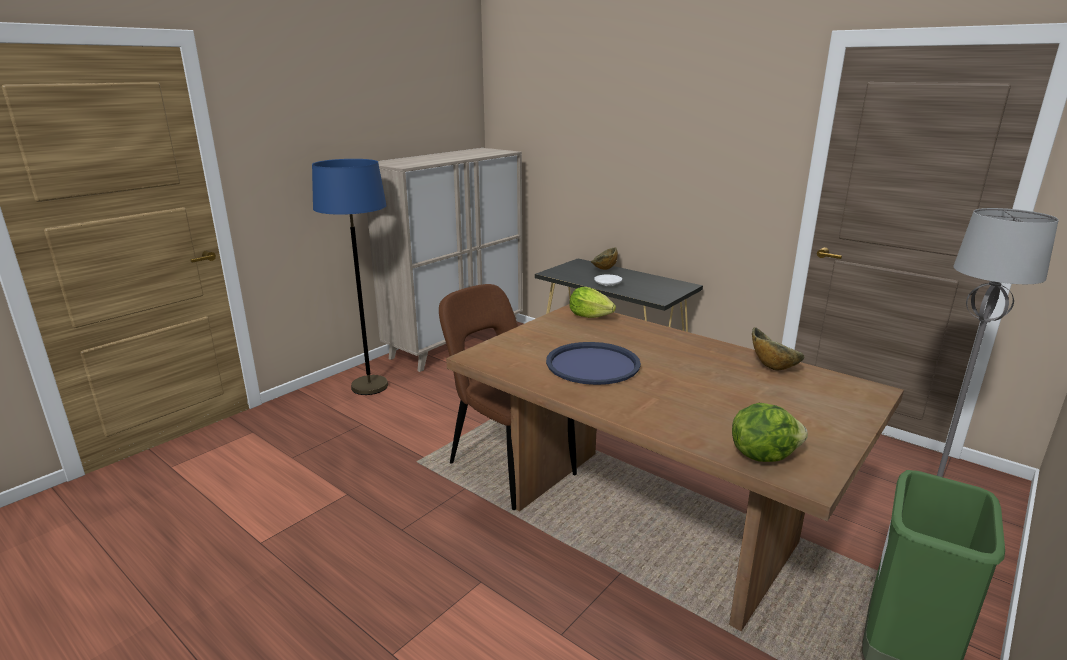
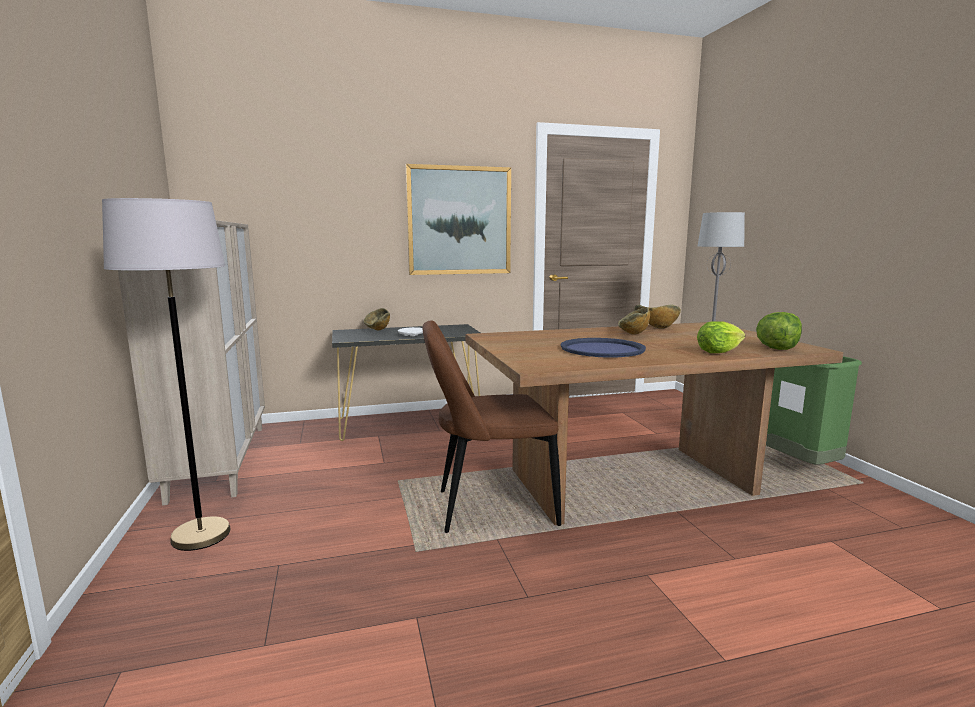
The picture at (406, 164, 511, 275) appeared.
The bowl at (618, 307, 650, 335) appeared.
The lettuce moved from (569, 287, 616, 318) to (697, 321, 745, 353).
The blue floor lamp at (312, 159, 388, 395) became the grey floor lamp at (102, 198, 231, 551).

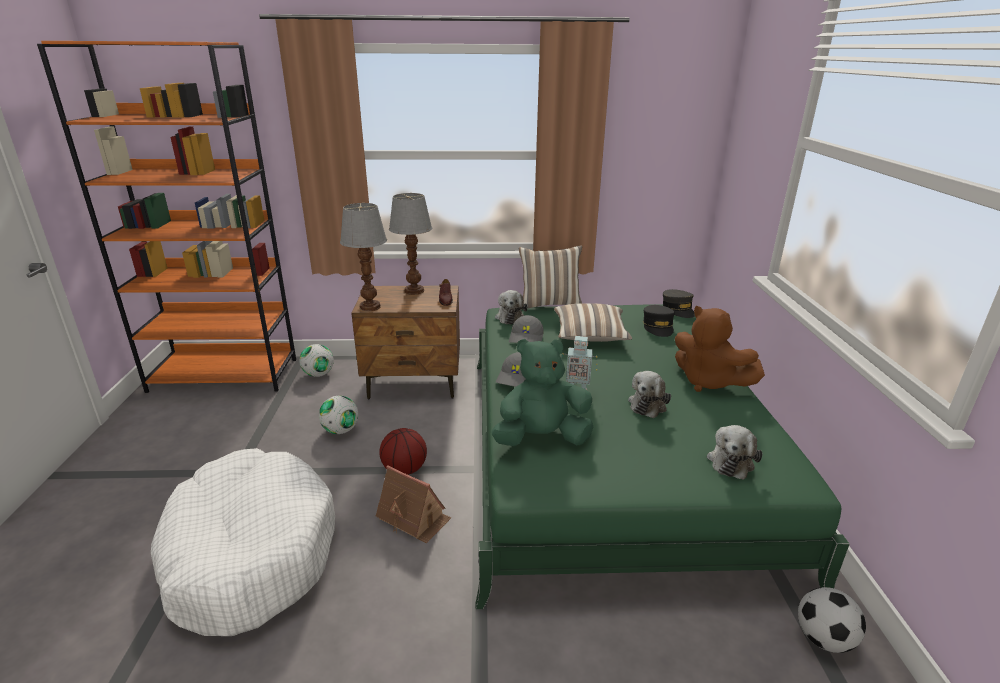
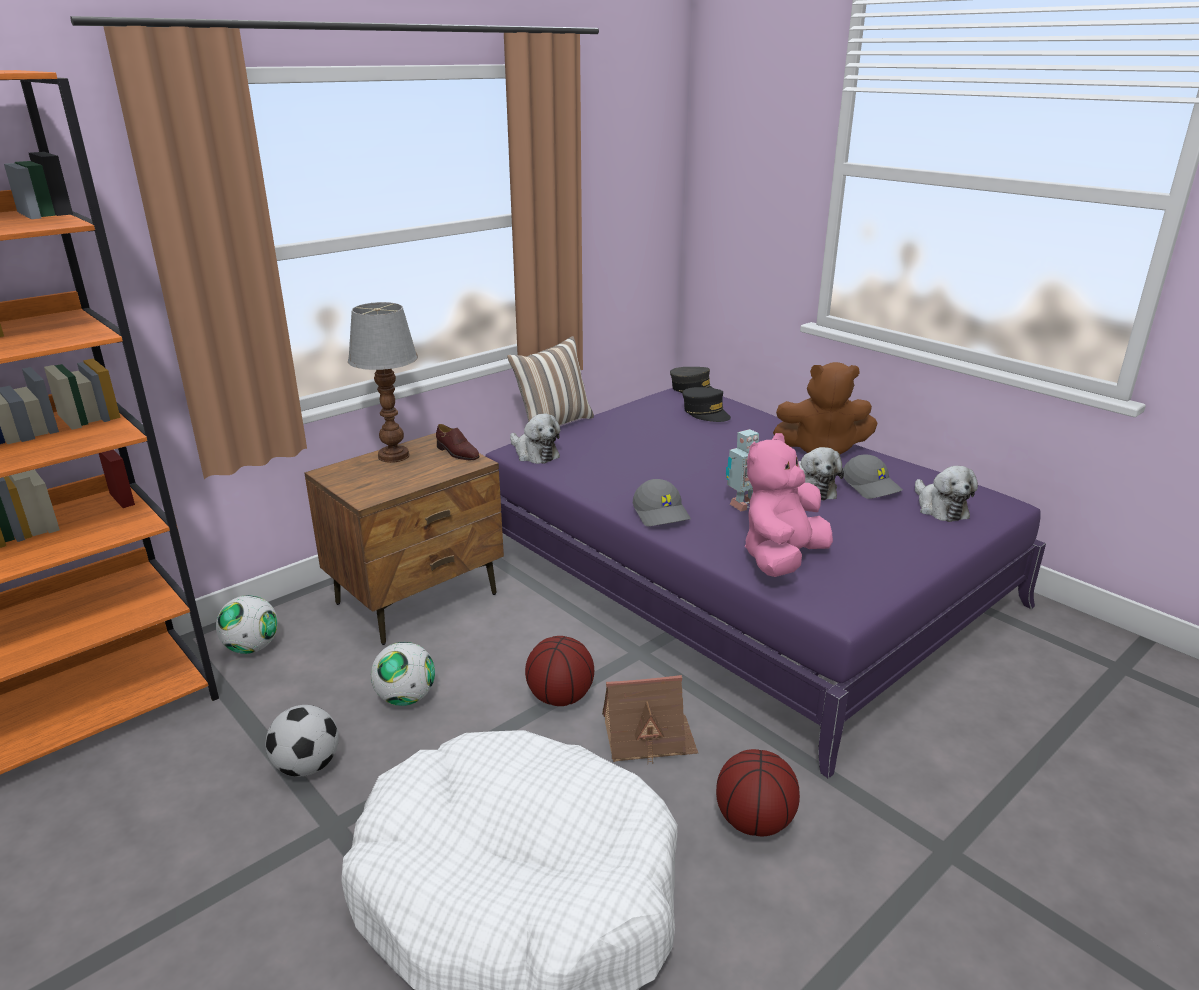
The table lamp at (340, 203, 387, 311) disappeared.
The pillow at (554, 303, 632, 342) disappeared.
The basketball at (716, 749, 800, 836) appeared.
The grey cap moved from (509, 315, 544, 343) to (843, 455, 903, 499).
The football moved from (798, 587, 866, 653) to (265, 705, 339, 777).
The green bed at (475, 304, 850, 610) became the purple bed at (485, 388, 1046, 779).
The green plush toy at (491, 339, 593, 447) became the pink plush toy at (745, 433, 833, 577).

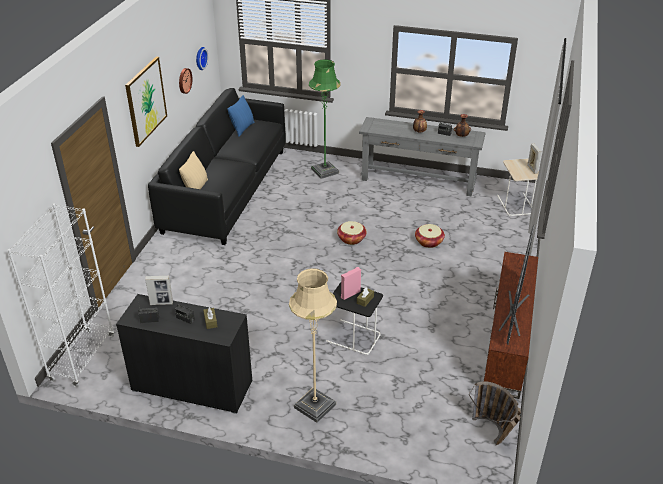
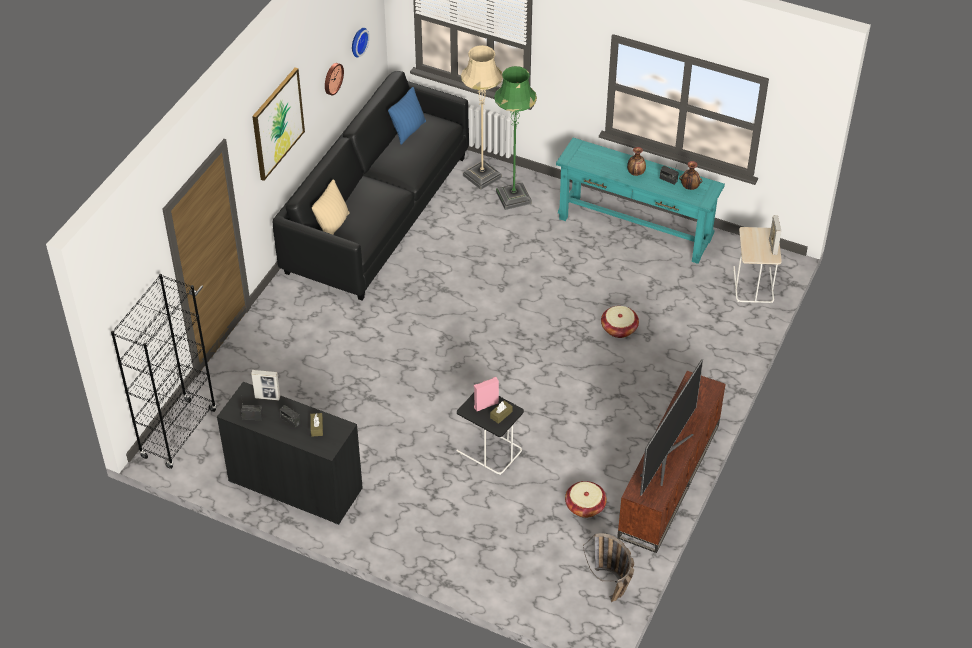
The beige floor lamp moved from (289, 268, 337, 423) to (461, 45, 503, 190).
The basket moved from (337, 221, 367, 245) to (565, 481, 607, 518).
The white bookcase at (8, 203, 114, 387) became the black bookcase at (111, 274, 216, 469).
The grey console table at (359, 117, 486, 196) became the turquoise console table at (556, 138, 725, 264).

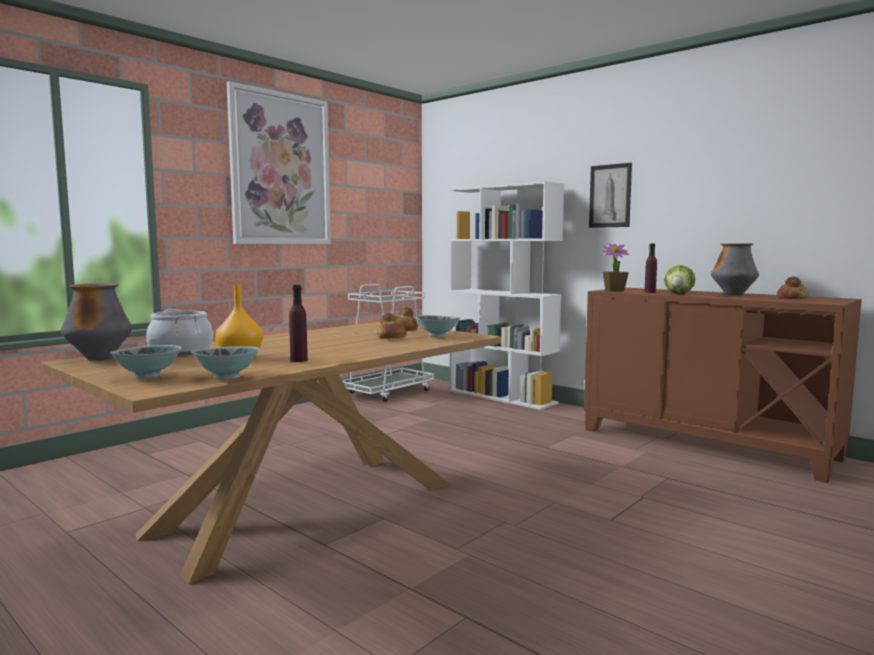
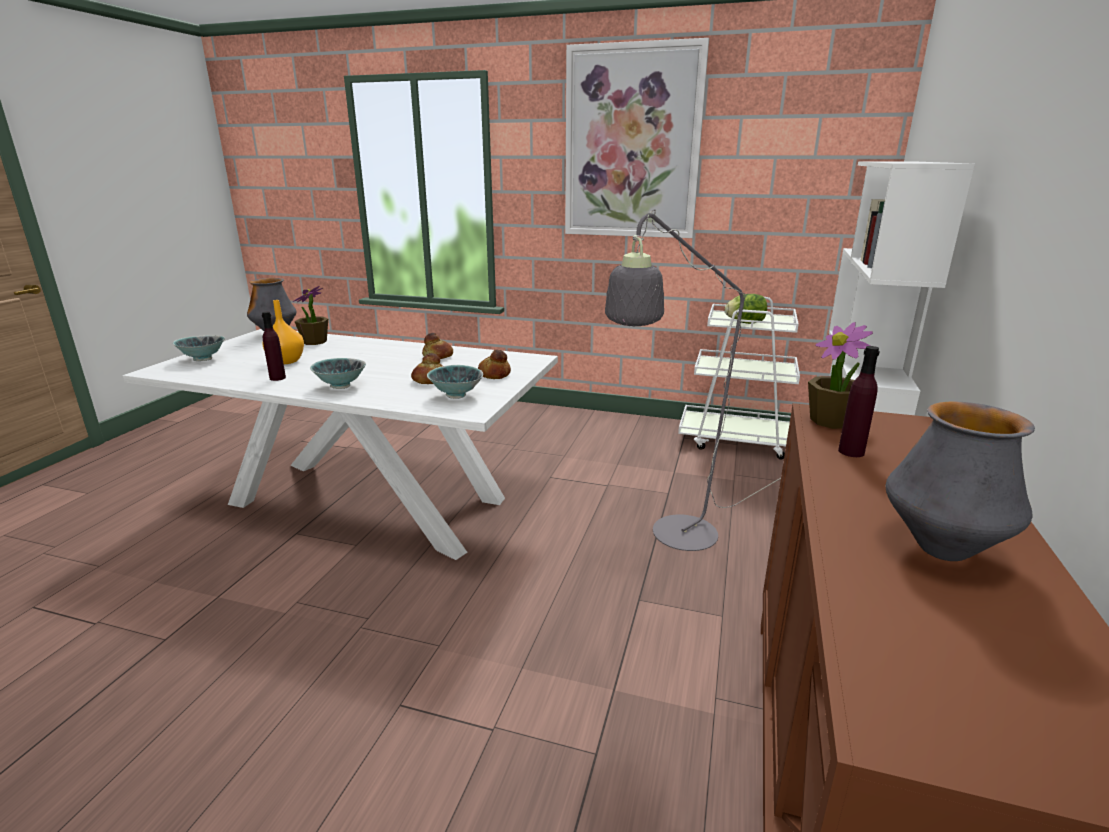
The picture at (589, 163, 632, 228) disappeared.
The grey floor lamp at (605, 210, 781, 551) appeared.
The bowl moved from (192, 346, 259, 379) to (310, 358, 366, 389).
The lettuce moved from (664, 265, 695, 294) to (725, 294, 767, 324).
The bread moved from (777, 276, 809, 299) to (422, 333, 453, 359).
The cooking pot at (146, 309, 213, 355) was replaced by the potted plant at (293, 286, 328, 345).
The brown dining table at (41, 322, 501, 584) became the white dining table at (123, 329, 558, 560).

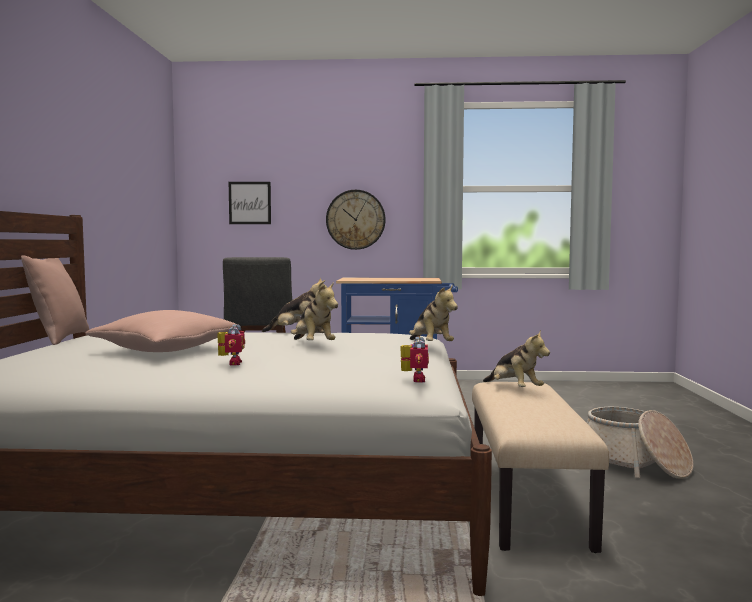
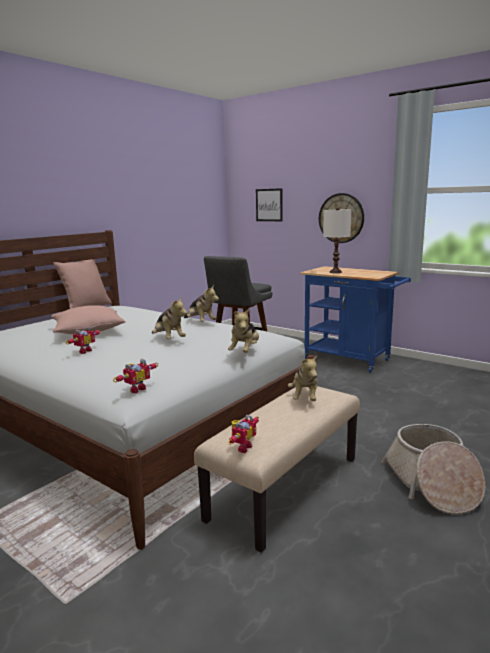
The toy robot at (228, 415, 259, 453) appeared.
The white table lamp at (323, 207, 351, 273) appeared.
The plush toy at (291, 282, 338, 340) turned 45 degrees counterclockwise.

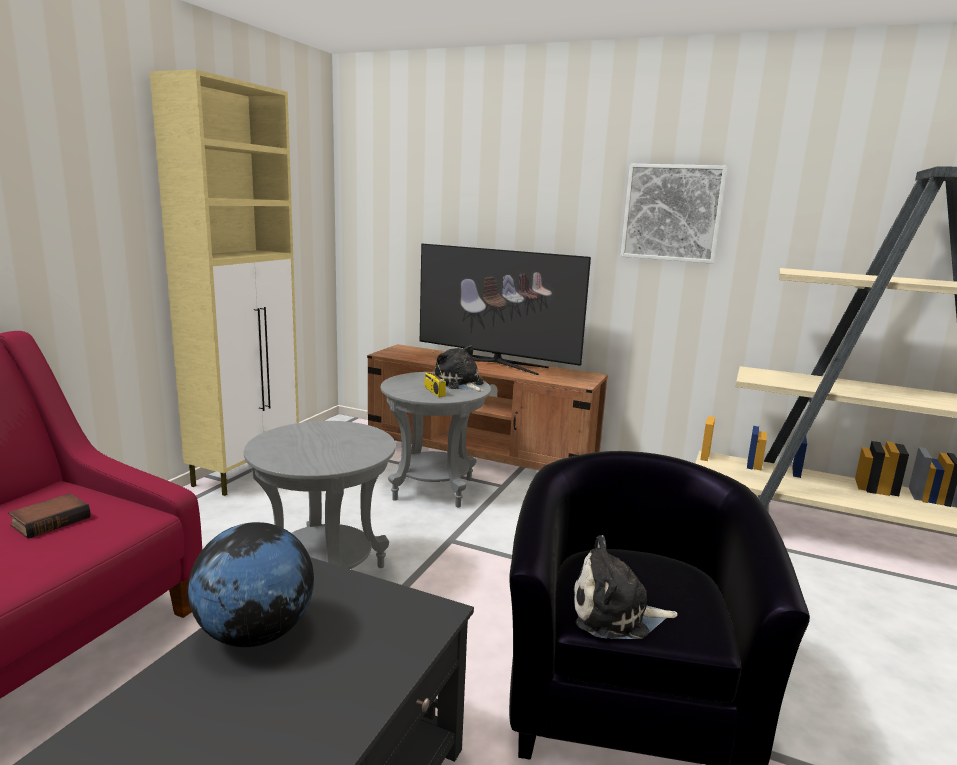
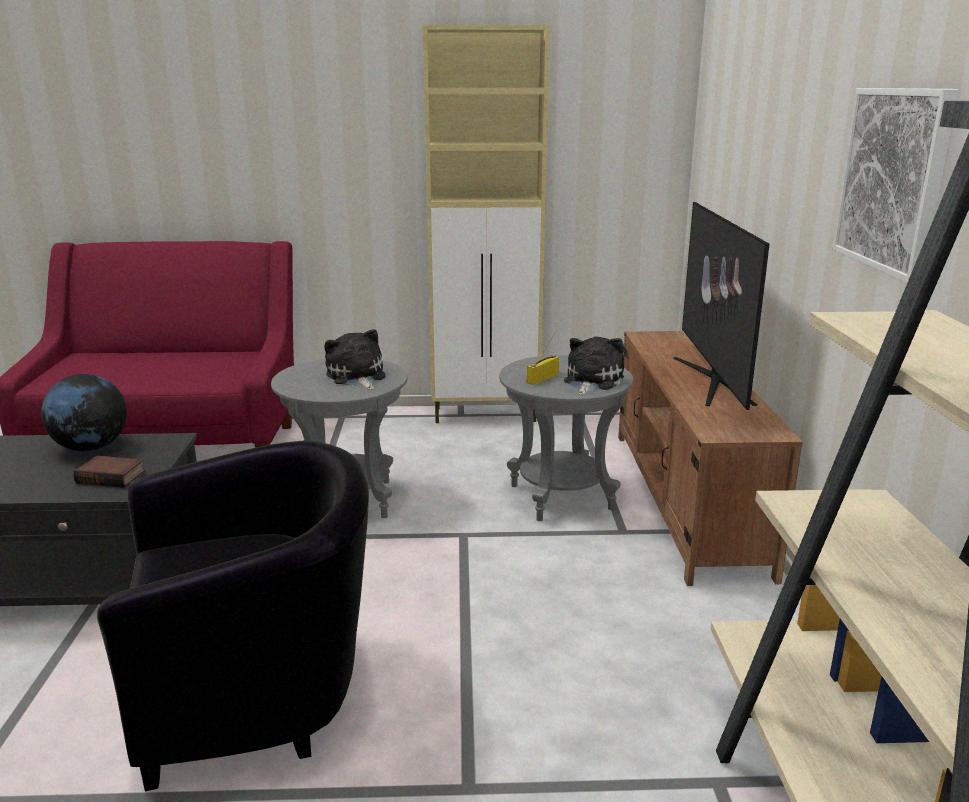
The book moved from (8, 493, 90, 539) to (73, 456, 145, 488).
The plush toy moved from (573, 535, 678, 639) to (325, 329, 385, 390).

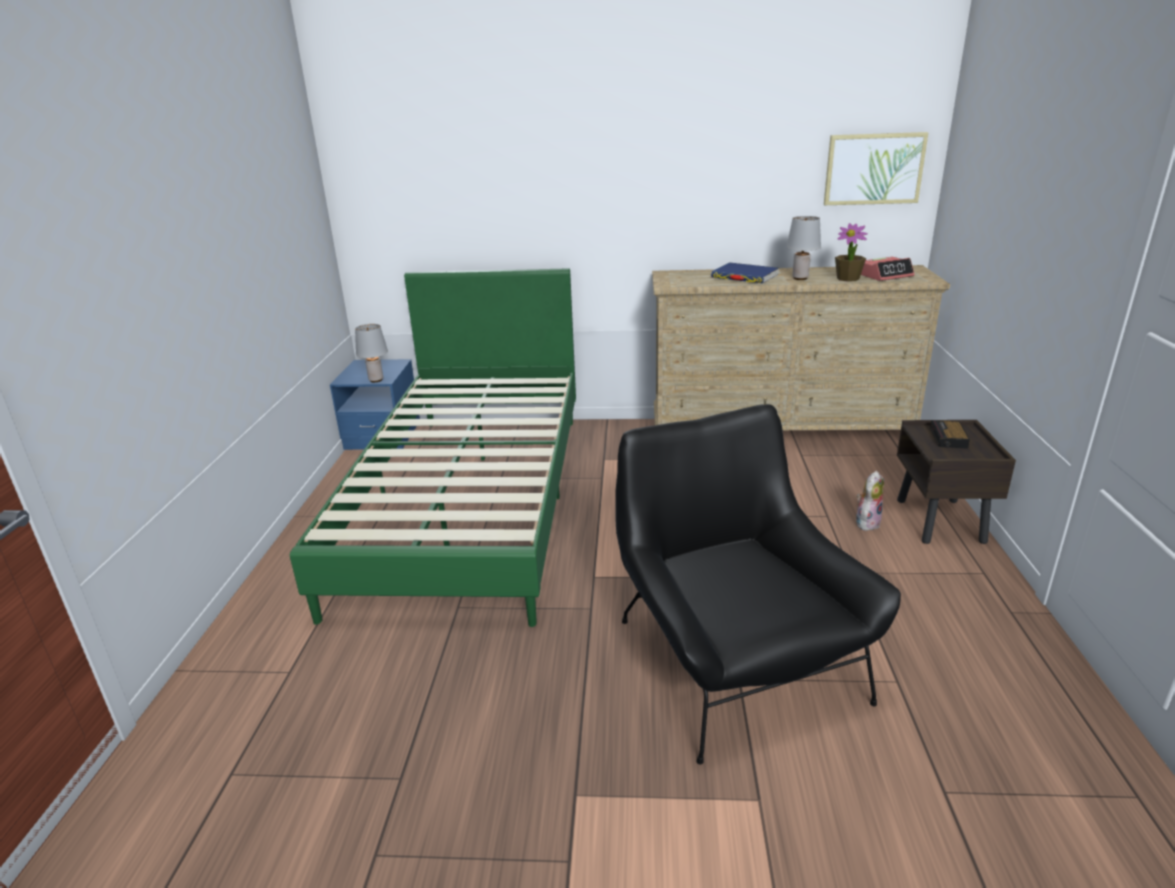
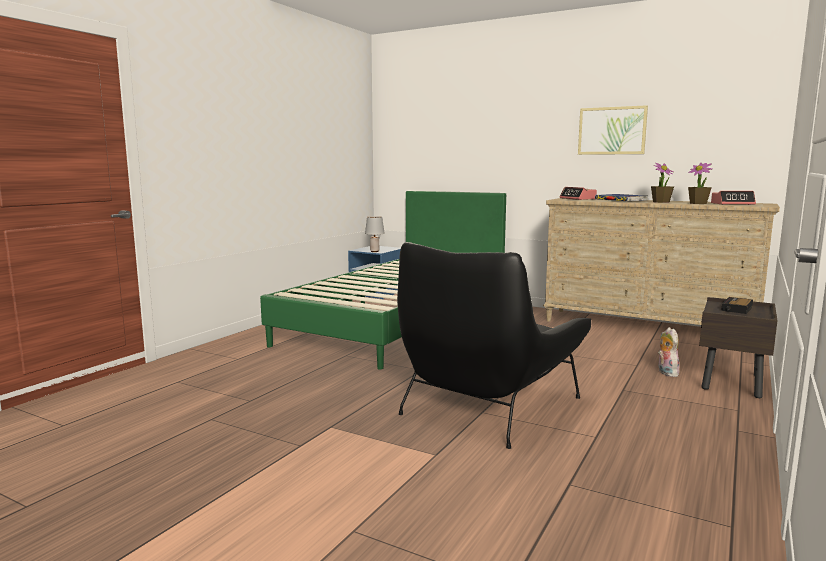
The alarm clock at (559, 187, 597, 200) appeared.
The picture moved from (824, 132, 929, 205) to (578, 105, 648, 155).
The grey table lamp at (787, 216, 821, 280) was replaced by the potted plant at (651, 163, 674, 203).
The black armchair at (615, 404, 901, 765) turned 150 degrees counterclockwise.
The plush toy at (855, 471, 884, 531) turned 75 degrees counterclockwise.

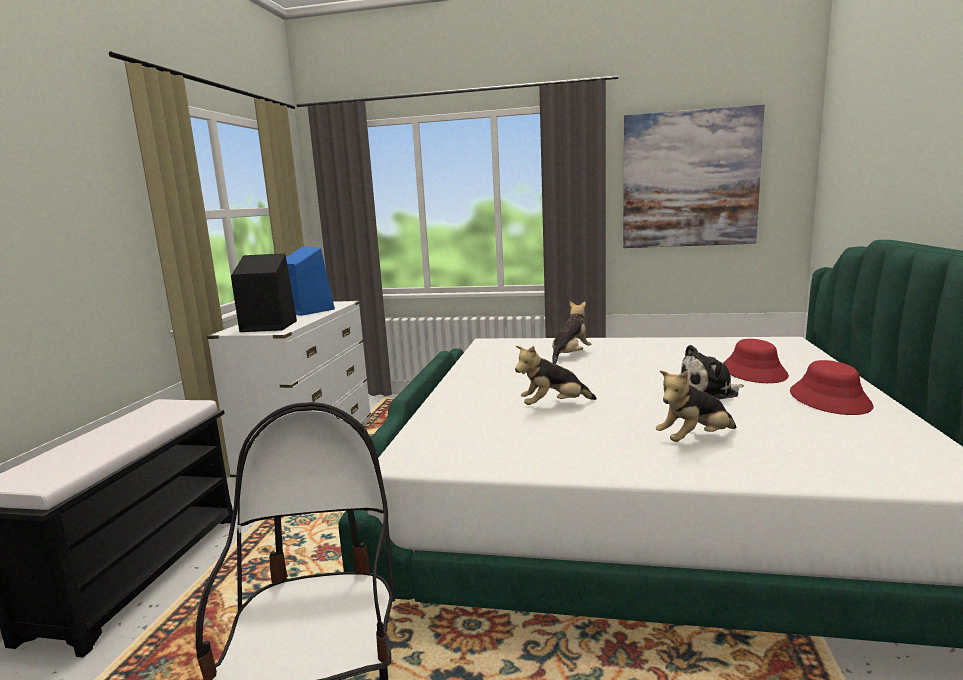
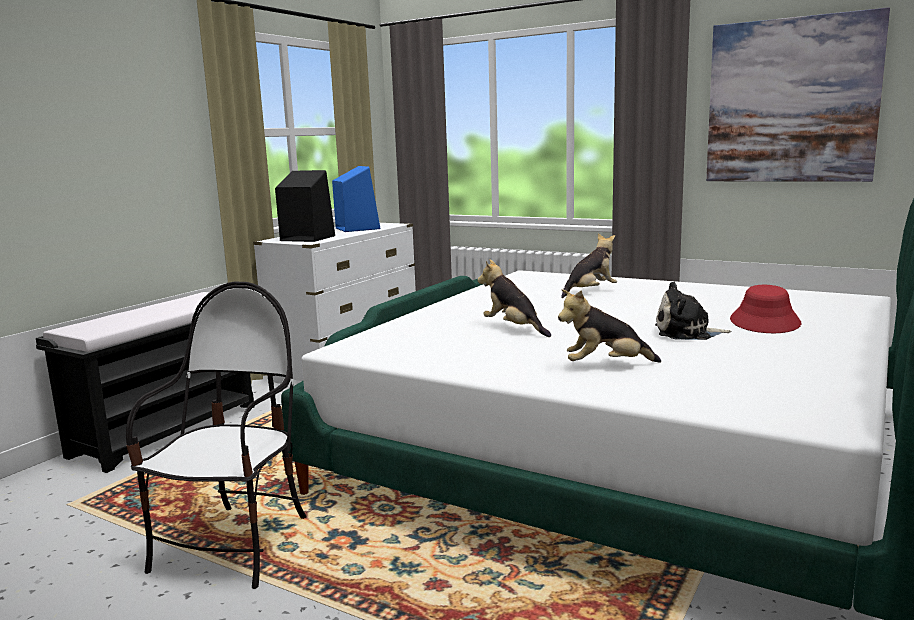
The red hat at (790, 360, 873, 415) disappeared.
The plush toy at (515, 346, 597, 405) turned 45 degrees clockwise.

